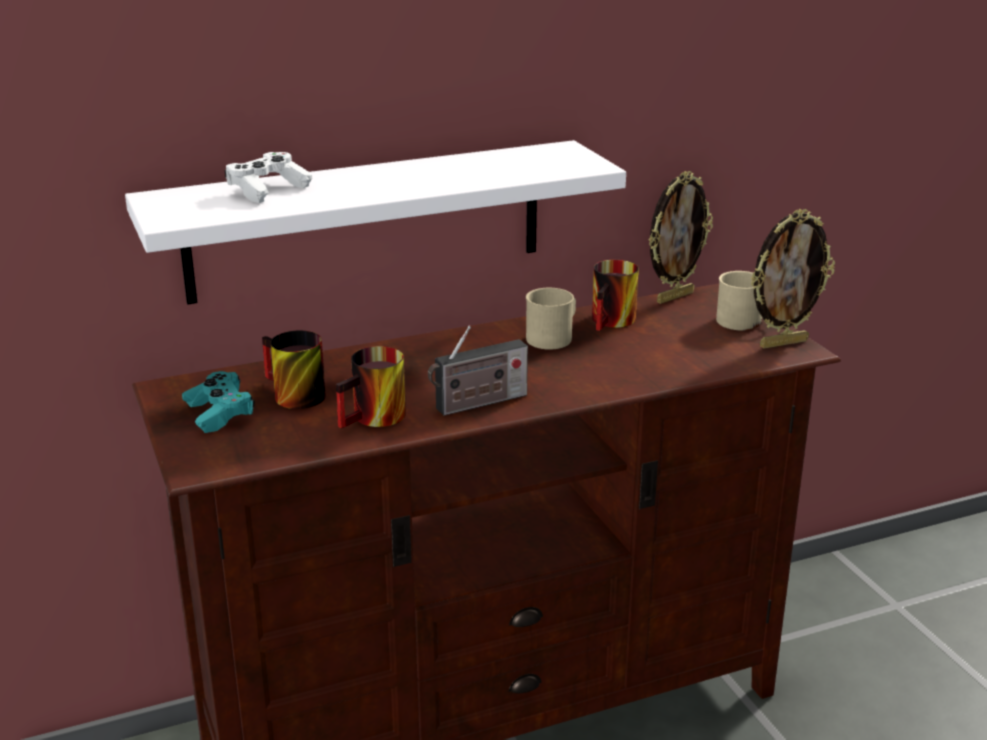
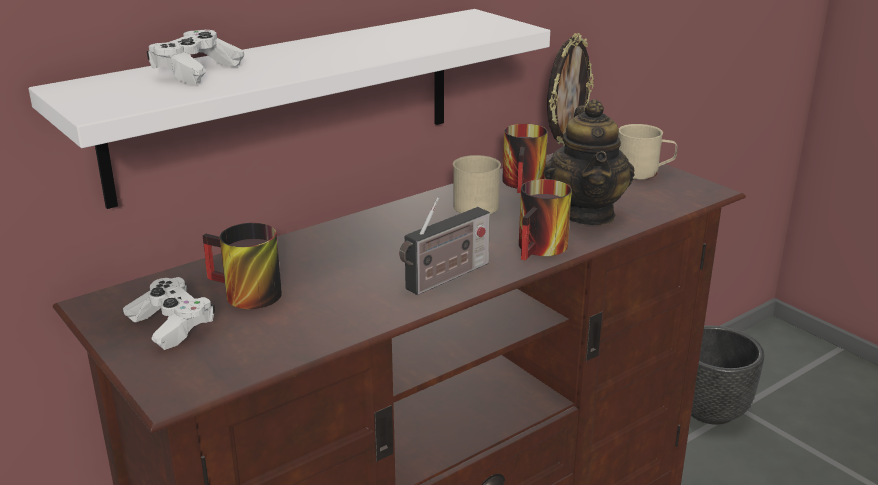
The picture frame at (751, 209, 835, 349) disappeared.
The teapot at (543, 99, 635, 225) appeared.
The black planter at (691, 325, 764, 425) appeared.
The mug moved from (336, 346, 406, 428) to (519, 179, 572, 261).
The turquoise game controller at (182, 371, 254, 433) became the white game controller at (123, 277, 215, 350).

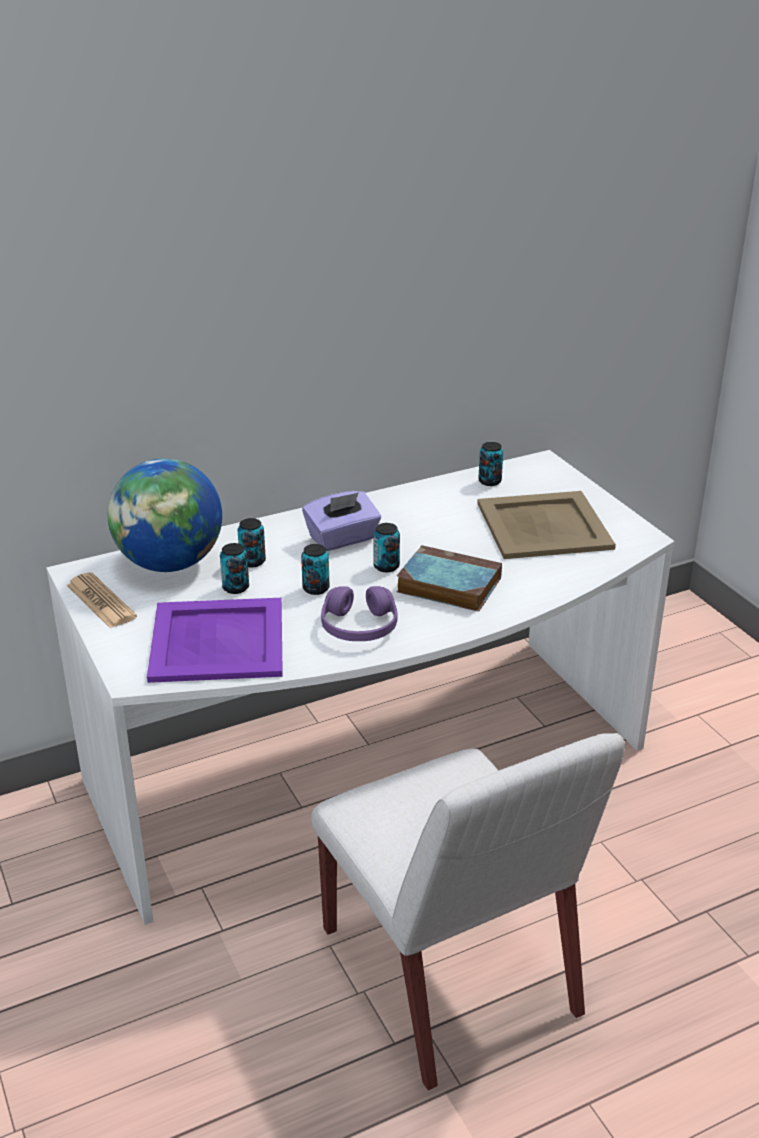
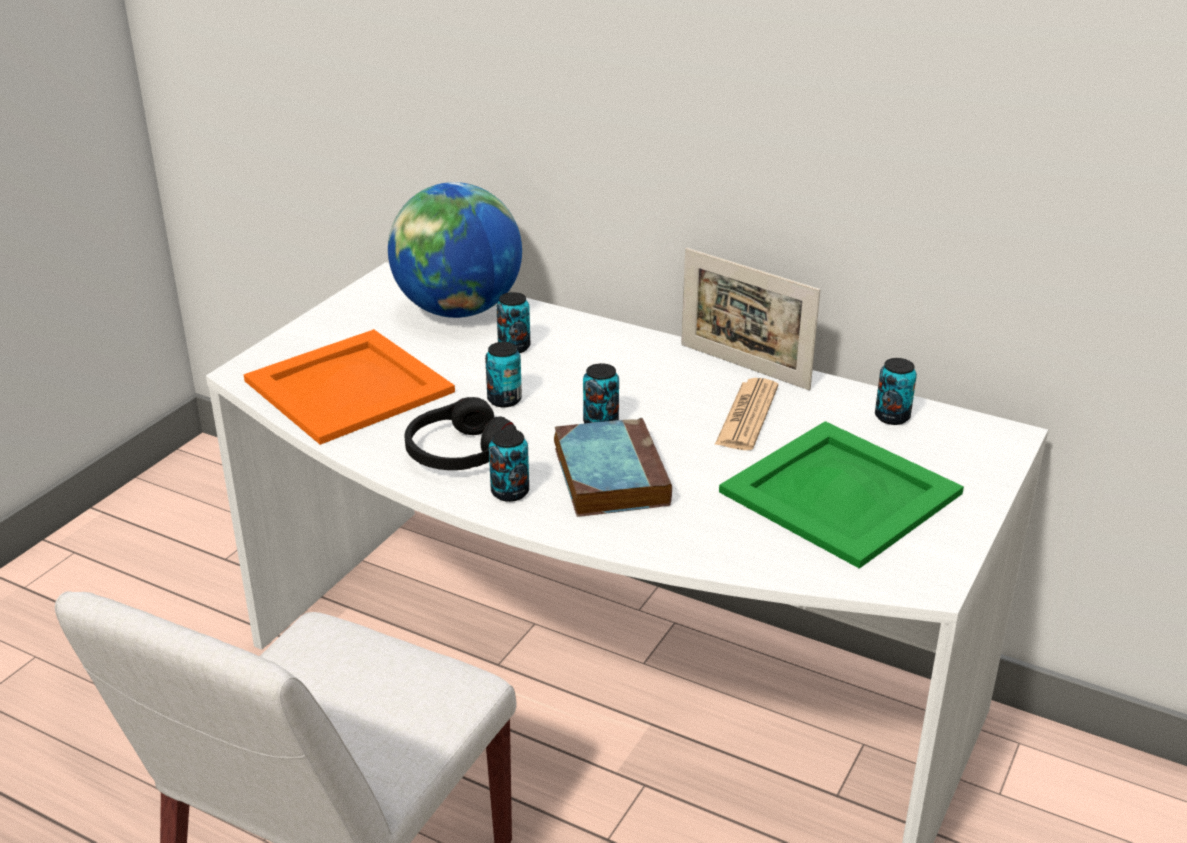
The purple tissue box at (302, 491, 381, 551) disappeared.
The picture frame at (681, 248, 820, 390) appeared.
The newspaper moved from (67, 572, 137, 628) to (715, 378, 778, 450).
The can moved from (220, 543, 249, 594) to (489, 429, 529, 502).
The purple tray at (147, 598, 283, 683) became the orange tray at (243, 329, 455, 445).
The purple headphones at (321, 586, 397, 641) became the black headphones at (404, 397, 517, 470).
The beige tray at (477, 491, 616, 559) became the green tray at (719, 421, 964, 569).

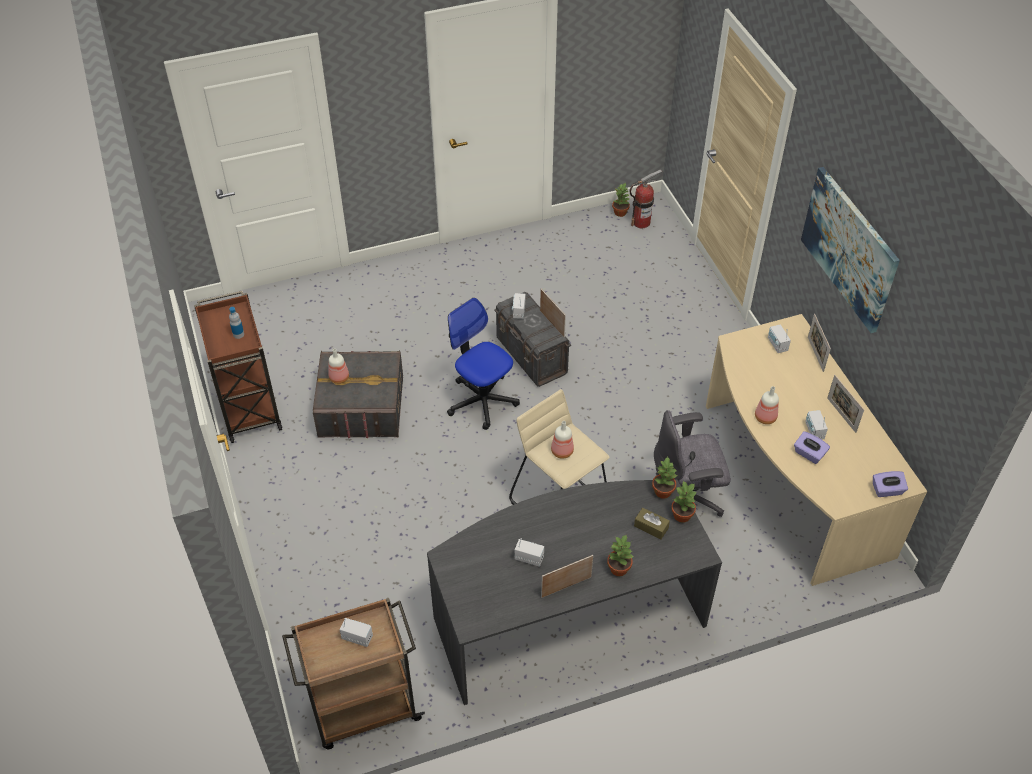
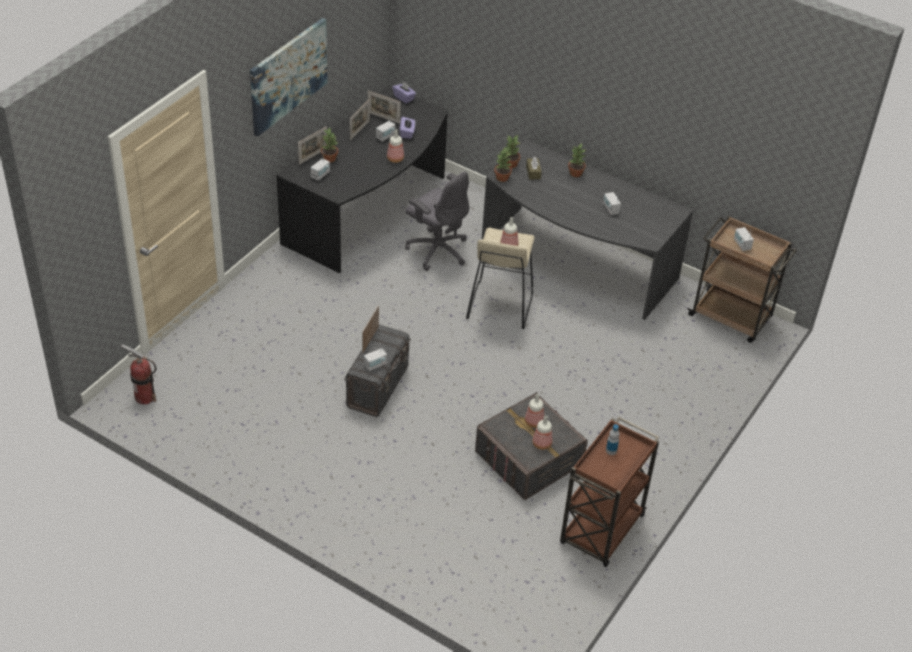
The office chair at (447, 298, 520, 430) disappeared.
The bottle at (525, 394, 544, 428) appeared.
The picture frame moved from (541, 555, 593, 598) to (368, 91, 401, 124).
The potted plant moved from (612, 183, 630, 217) to (321, 127, 338, 162).
The beige desk at (706, 314, 927, 586) became the black desk at (276, 85, 448, 273).

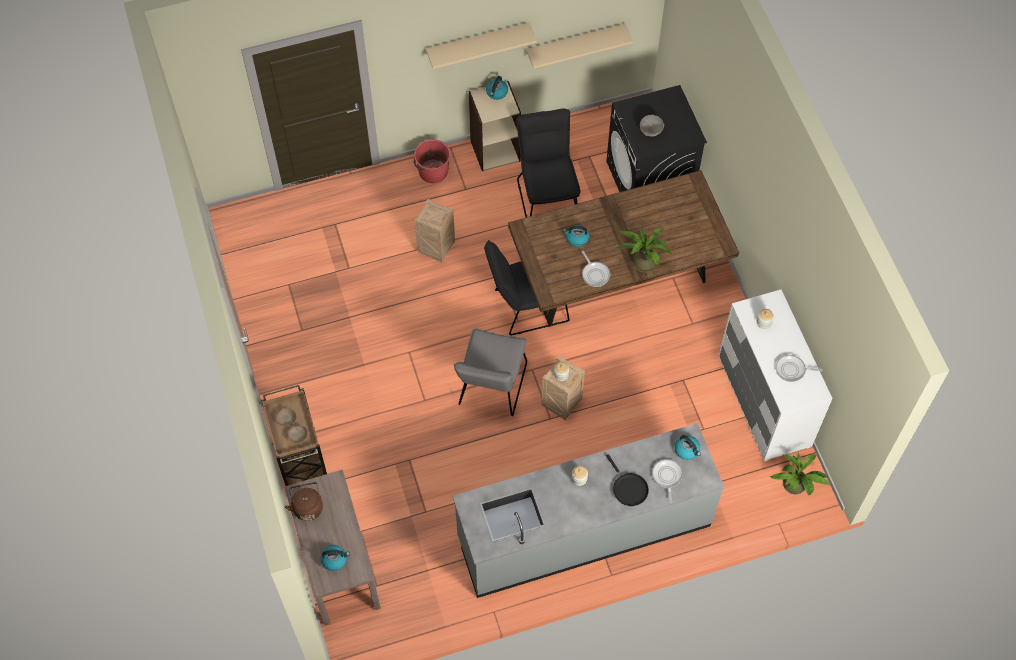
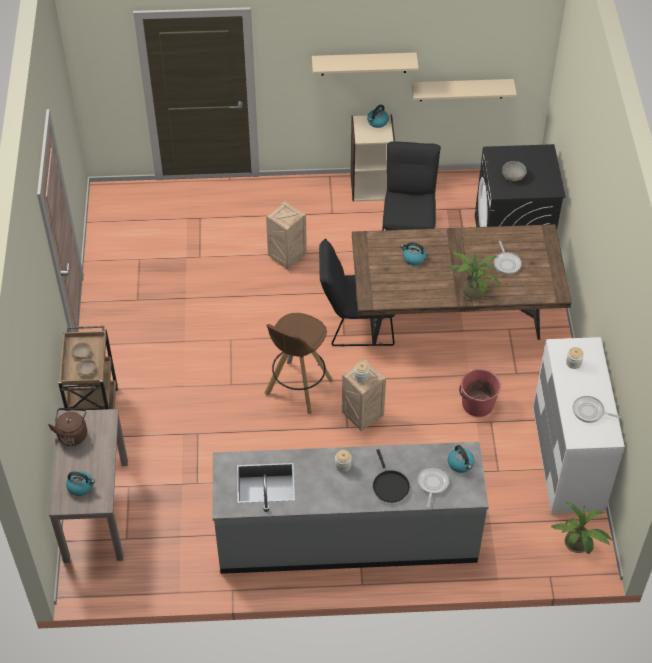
The red bucket moved from (414, 139, 451, 183) to (459, 369, 501, 417).
The frying pan moved from (582, 251, 610, 287) to (494, 241, 522, 274).
The grey chair at (453, 328, 527, 416) was replaced by the brown stool at (265, 313, 334, 414).

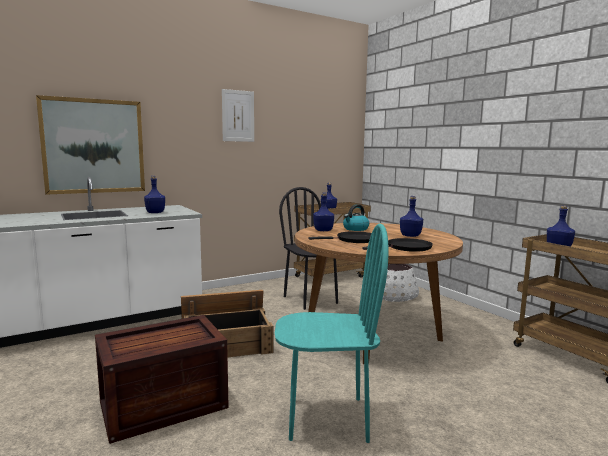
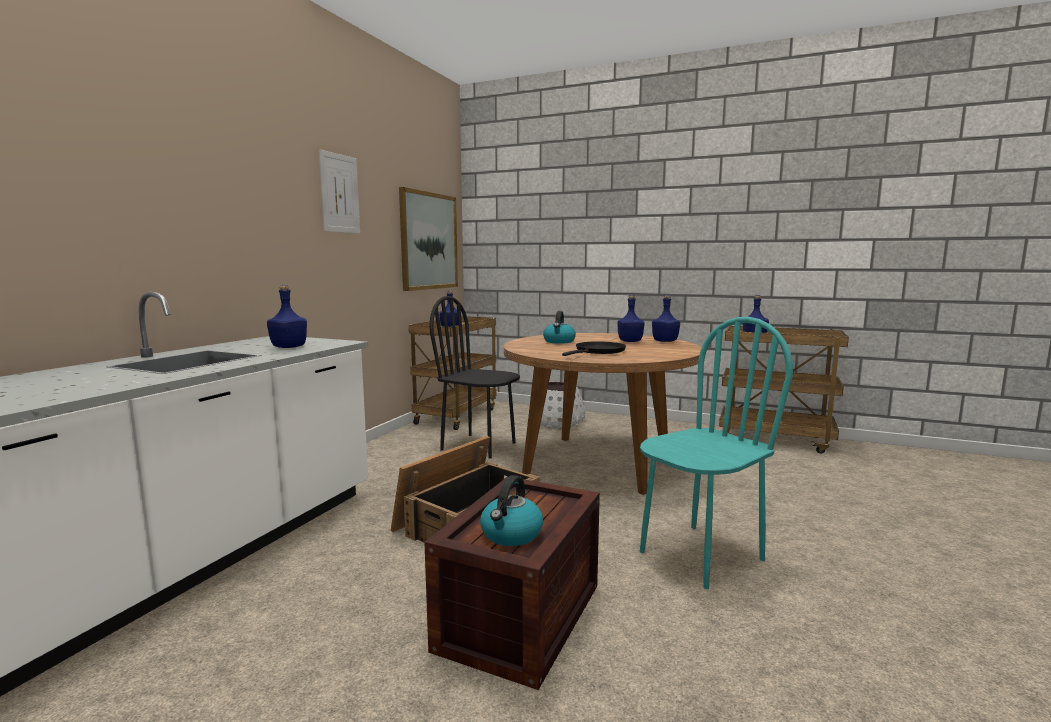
The black frying pan at (362, 238, 433, 252) disappeared.
The kettle at (480, 475, 543, 546) appeared.
The picture moved from (36, 95, 145, 195) to (399, 187, 458, 291).
The blue bottle moved from (313, 192, 334, 231) to (652, 295, 680, 342).

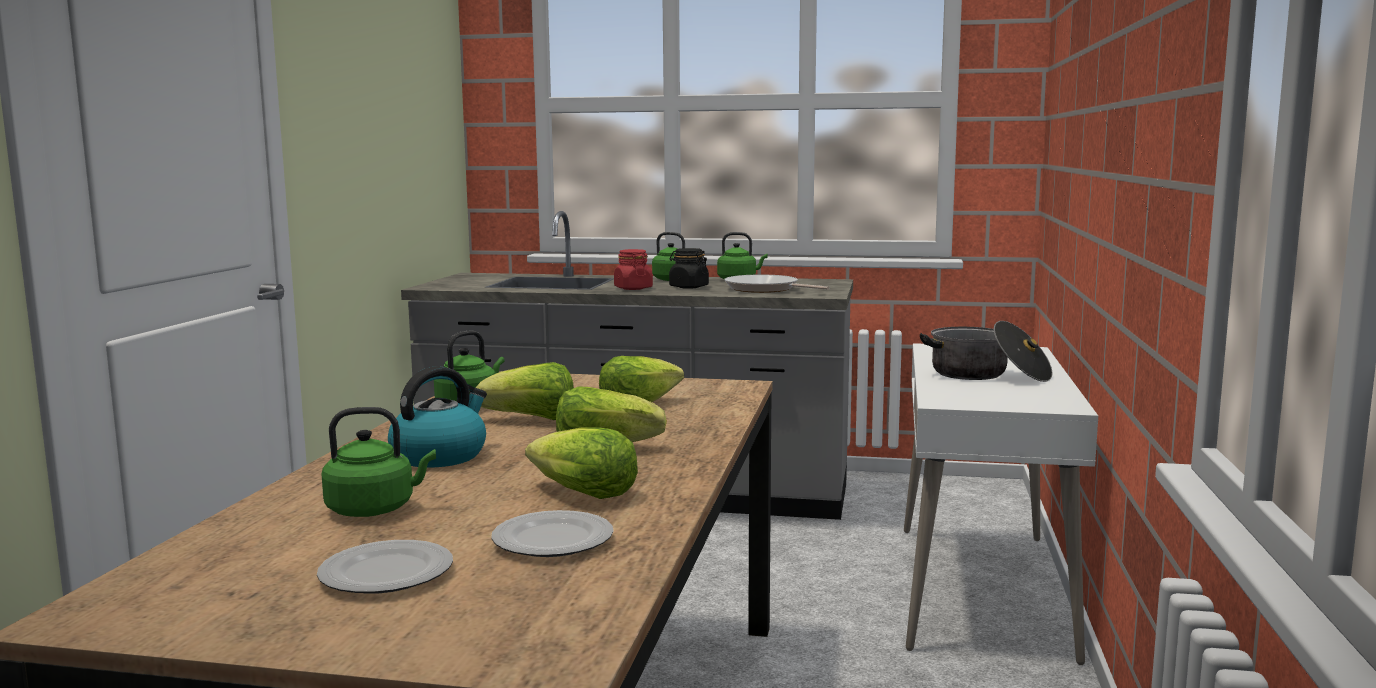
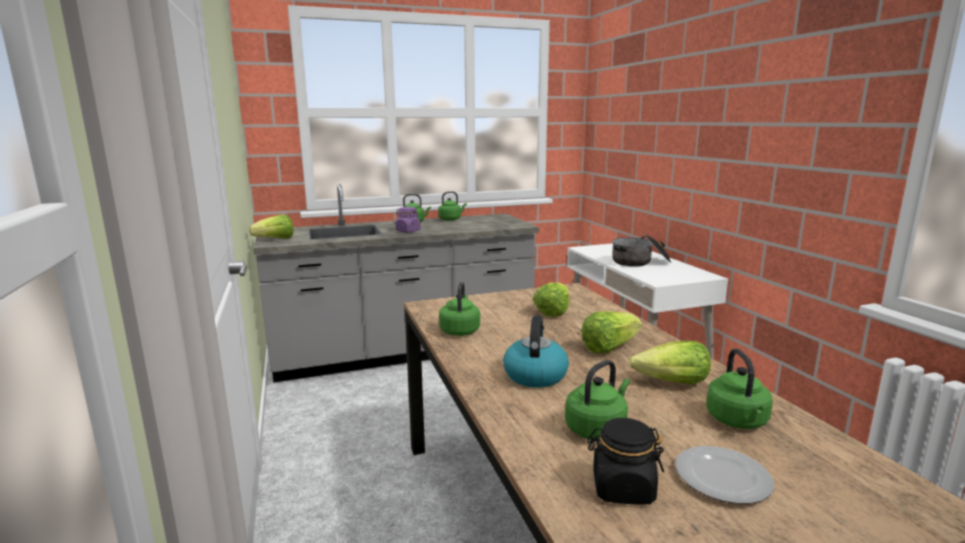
The frying pan at (724, 274, 829, 293) disappeared.
The lettuce moved from (475, 362, 574, 420) to (249, 215, 294, 238).
The black jar moved from (669, 248, 709, 289) to (587, 418, 664, 505).
The plate at (491, 510, 614, 557) was replaced by the green kettle at (706, 348, 773, 429).
The red jar at (614, 249, 653, 290) became the purple jar at (395, 207, 421, 233).

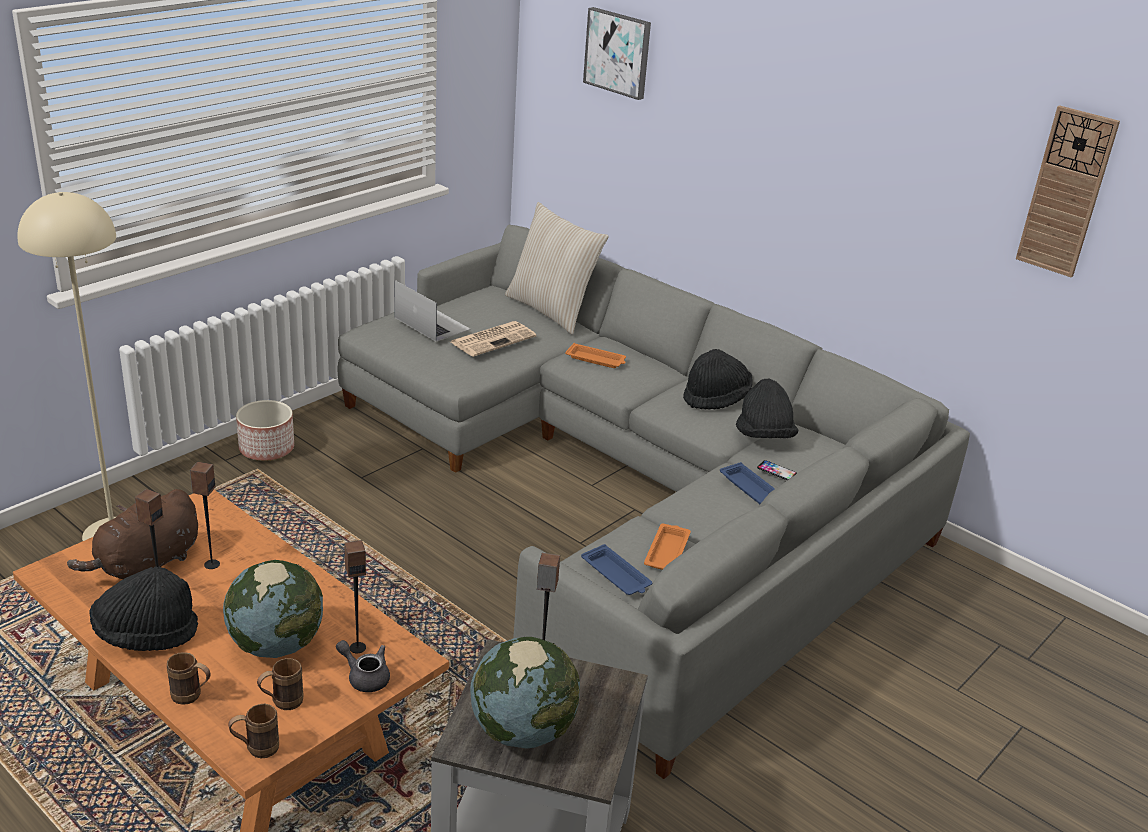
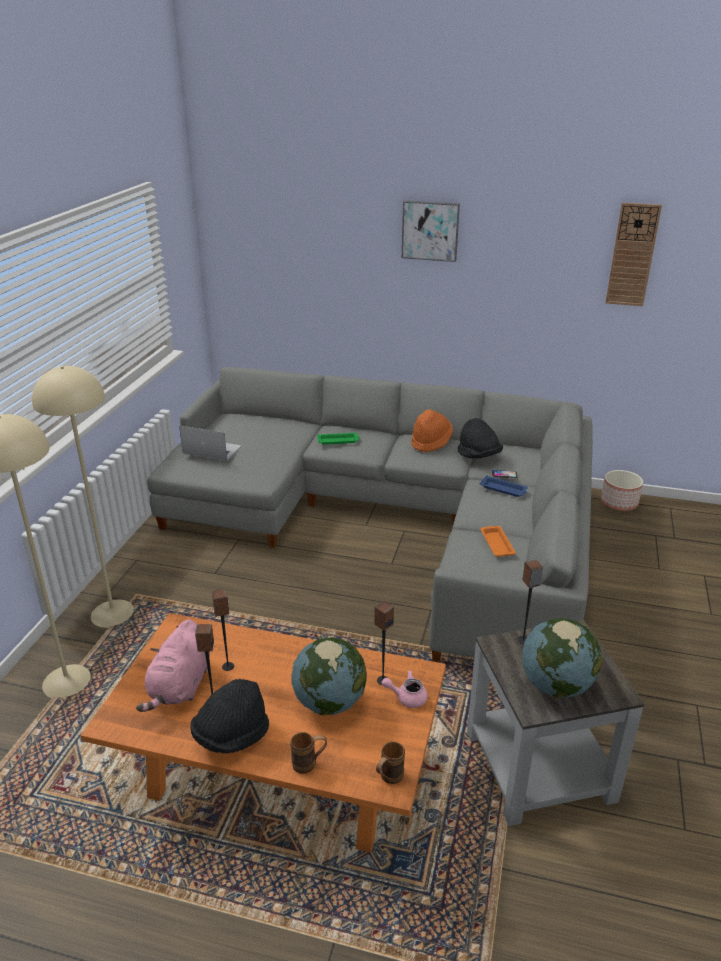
The brown mug at (257, 658, 304, 710) disappeared.
The newspaper at (451, 321, 536, 357) disappeared.
The beige pillow at (505, 202, 609, 335) disappeared.
The blue tray at (581, 544, 652, 595) disappeared.
The beige floor lamp at (32, 366, 134, 628) appeared.
The planter moved from (236, 400, 294, 461) to (601, 470, 643, 511).
The picture moved from (583, 7, 651, 100) to (402, 201, 460, 262).
The brown plush toy at (67, 489, 198, 579) became the pink plush toy at (136, 619, 210, 712).
The grey teapot at (336, 640, 390, 692) became the pink teapot at (382, 670, 428, 708).
The orange tray at (565, 343, 626, 368) became the green tray at (317, 433, 360, 445).
The black hat at (683, 349, 752, 410) became the orange hat at (411, 409, 453, 452).

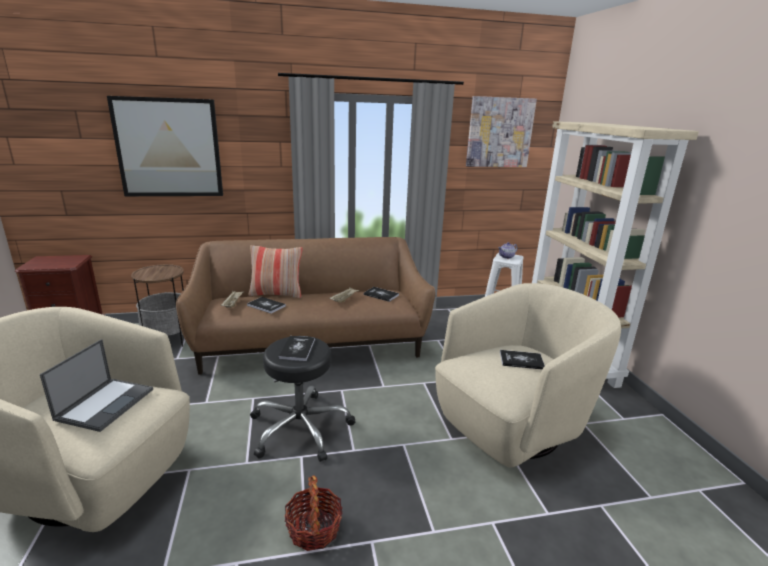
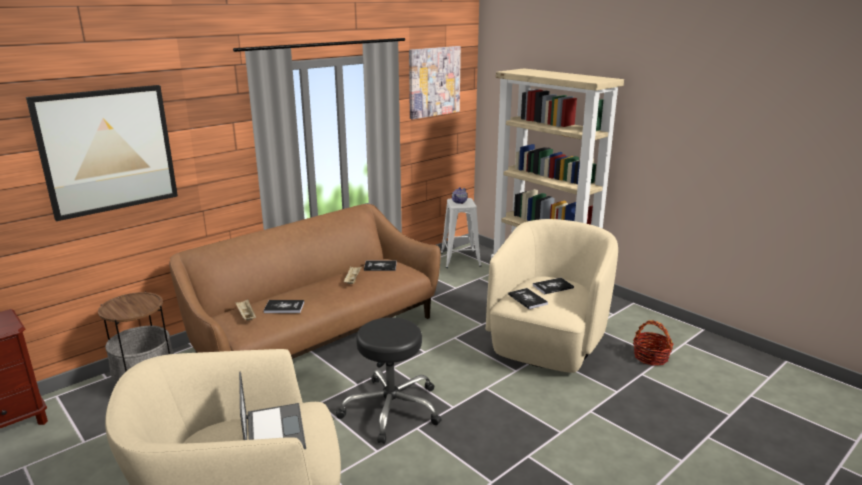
The pillow at (248, 245, 303, 298) disappeared.
The book moved from (279, 336, 315, 361) to (508, 288, 548, 309).
The basket moved from (284, 475, 343, 551) to (633, 320, 674, 366).

